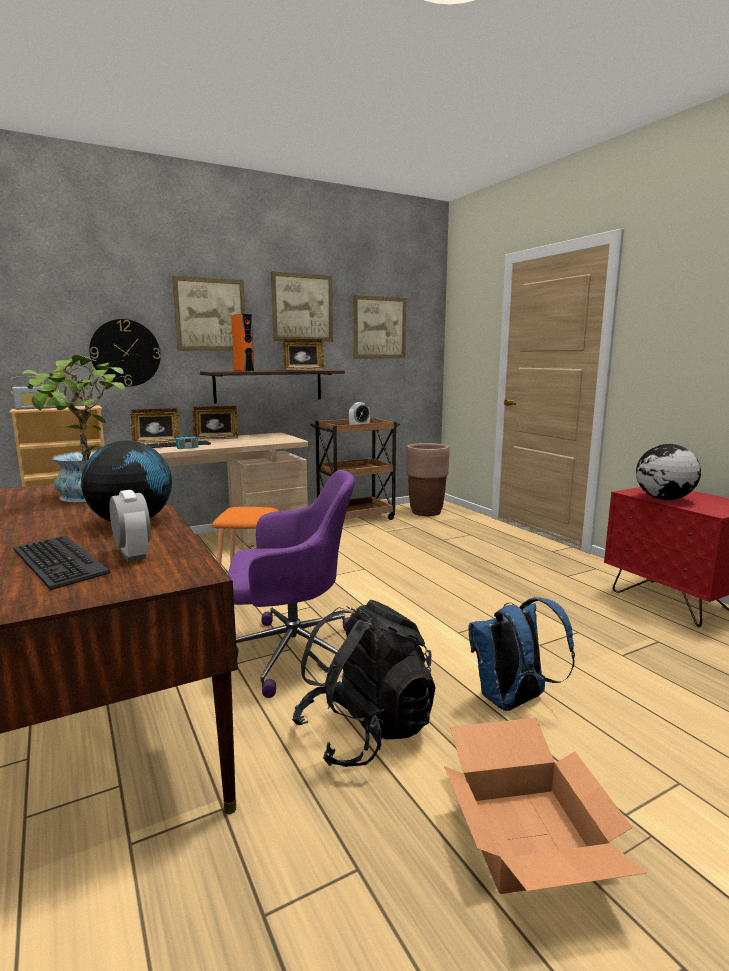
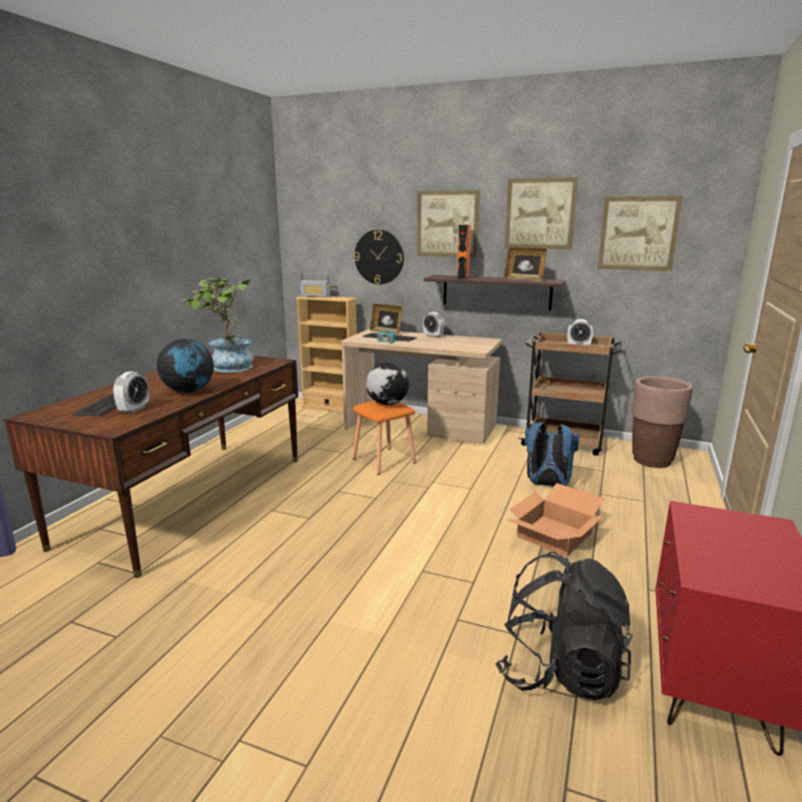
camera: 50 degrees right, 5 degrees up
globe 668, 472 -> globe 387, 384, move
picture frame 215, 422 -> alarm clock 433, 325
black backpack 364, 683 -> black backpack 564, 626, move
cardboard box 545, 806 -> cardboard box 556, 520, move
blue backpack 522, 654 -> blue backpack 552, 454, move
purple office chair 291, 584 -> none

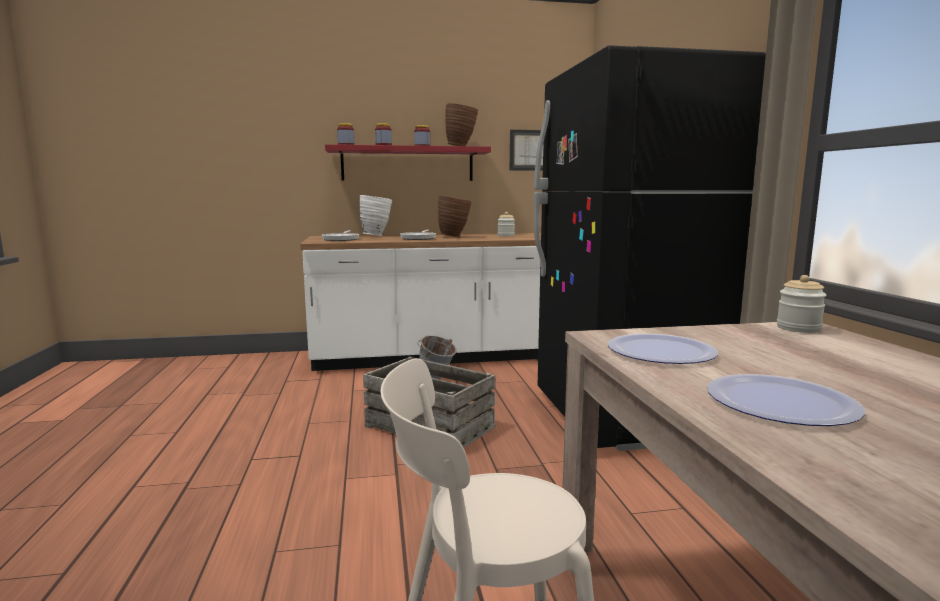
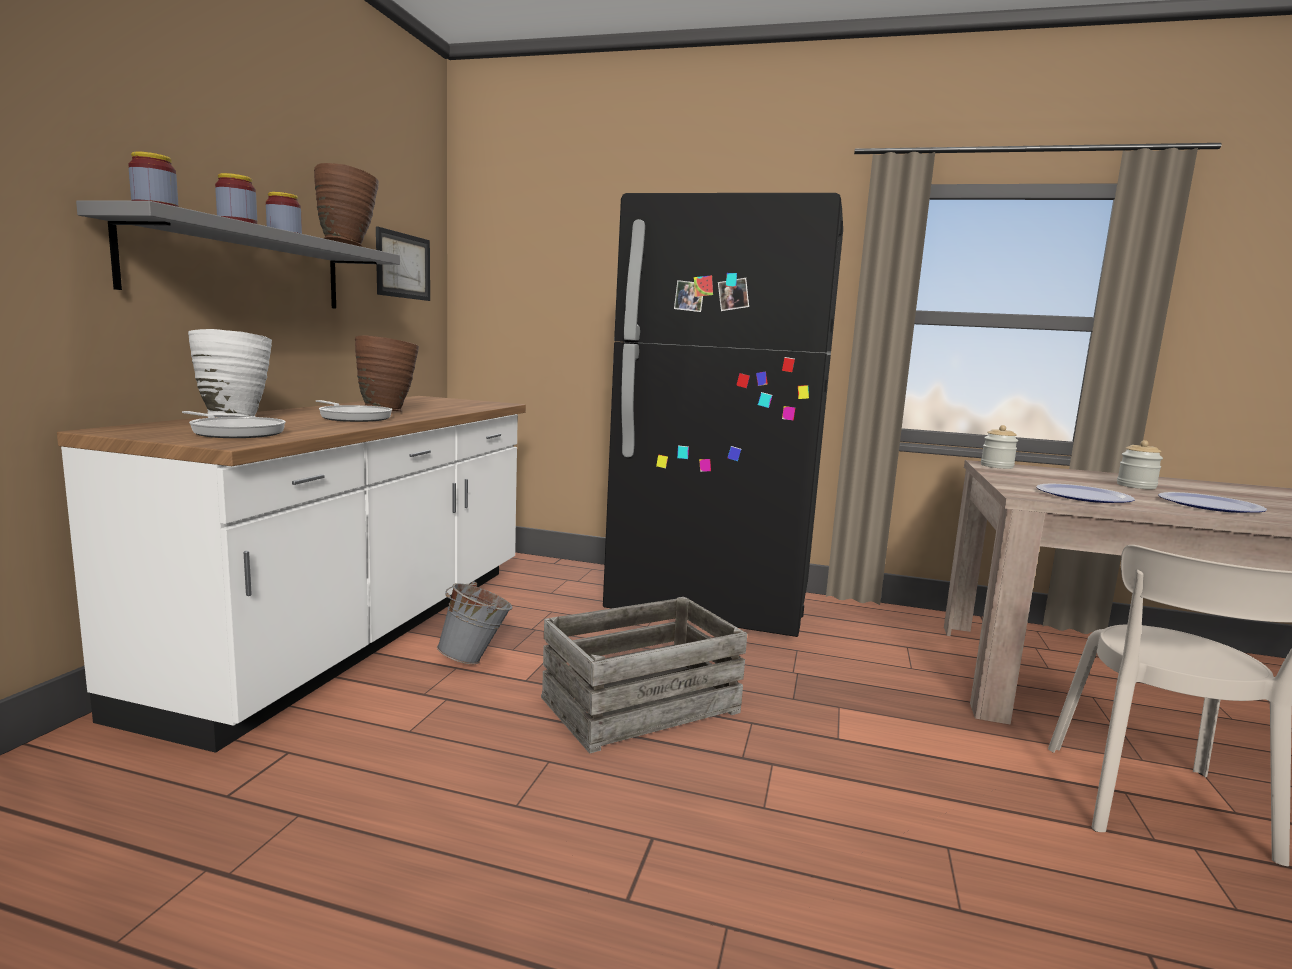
camera: 65 degrees left, 0 degrees up
red shelf 408, 162 -> grey shelf 238, 255
jar 506, 224 -> jar 1140, 464, move

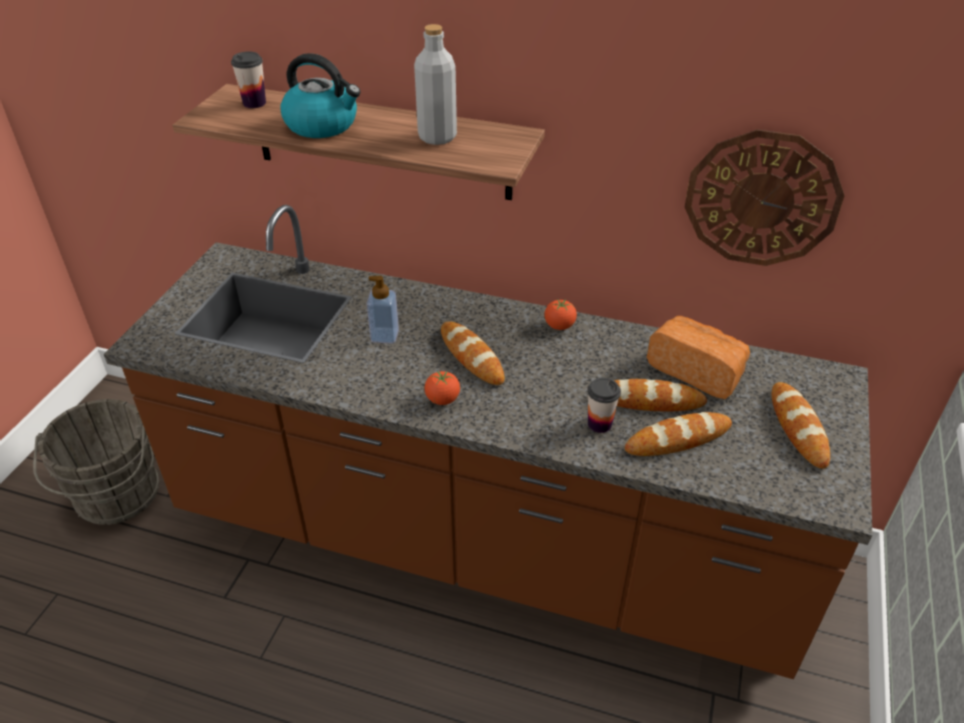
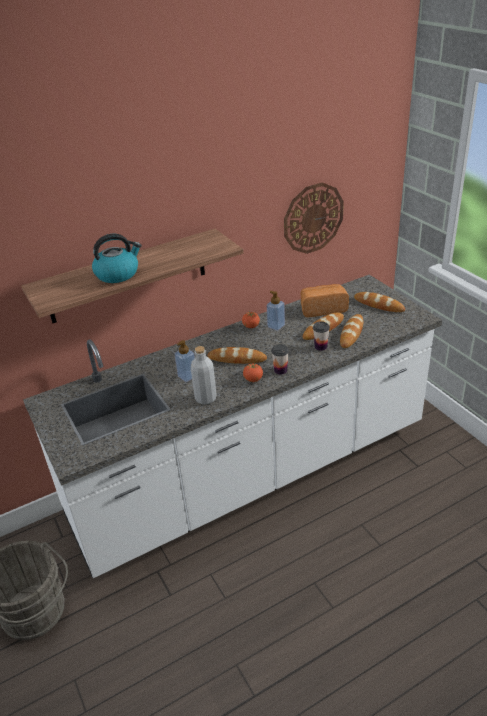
camera: 45 degrees left, 5 degrees down
brown counter 488, 442 -> white counter 232, 426
grey bottle 435, 84 -> grey bottle 203, 375, move
none -> soap dispenser 276, 310
cup 248, 80 -> cup 280, 359, move

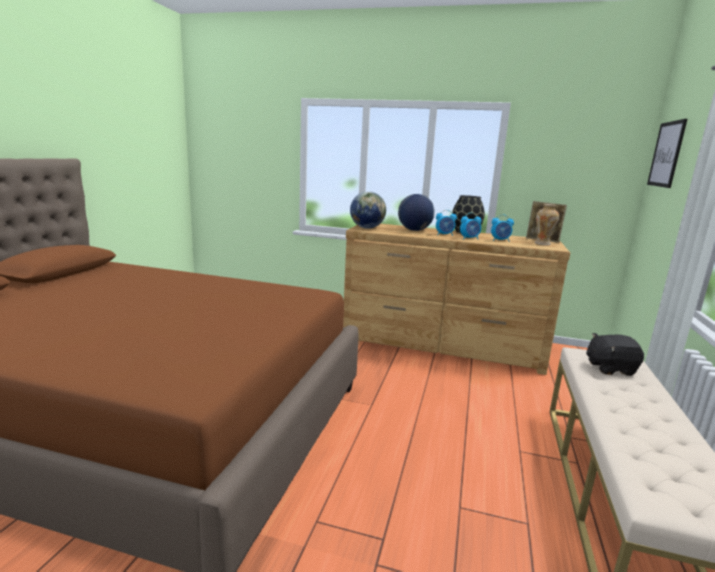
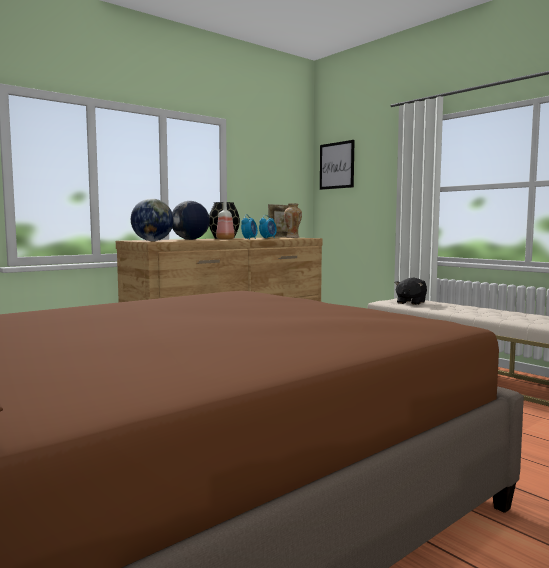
camera: 55 degrees left, 10 degrees down
alarm clock 446, 223 -> bottle 225, 221

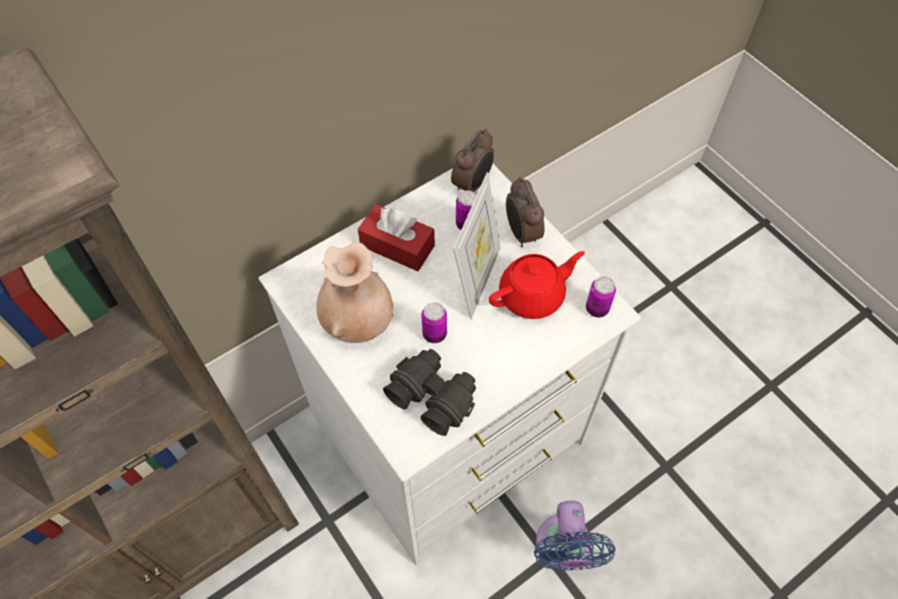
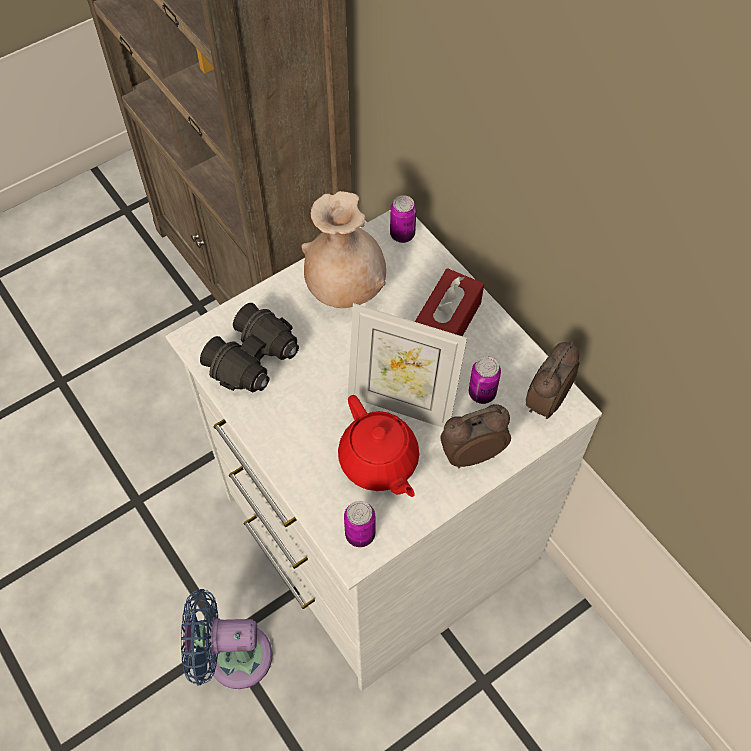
camera: 90 degrees right, 0 degrees up
can 434, 322 -> can 403, 219, move
alarm clock 472, 160 -> alarm clock 553, 380, 90 degrees clockwise

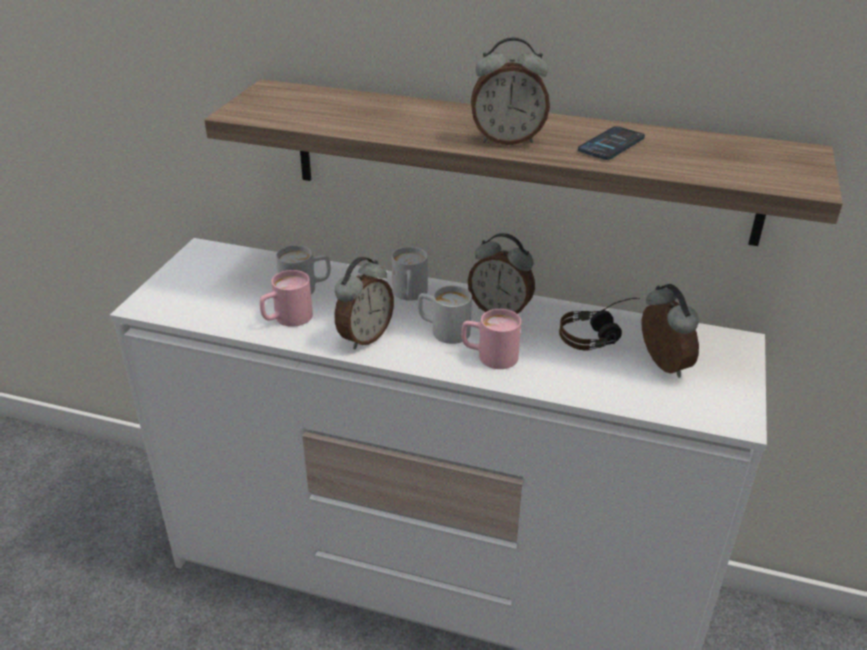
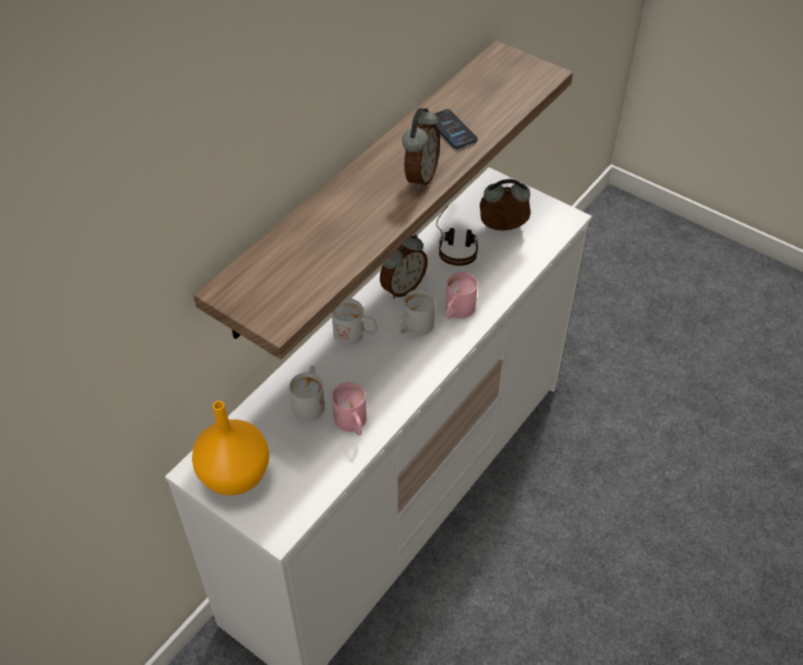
camera: 70 degrees left, 15 degrees up
none -> orange vase 230, 448
alarm clock 364, 303 -> none

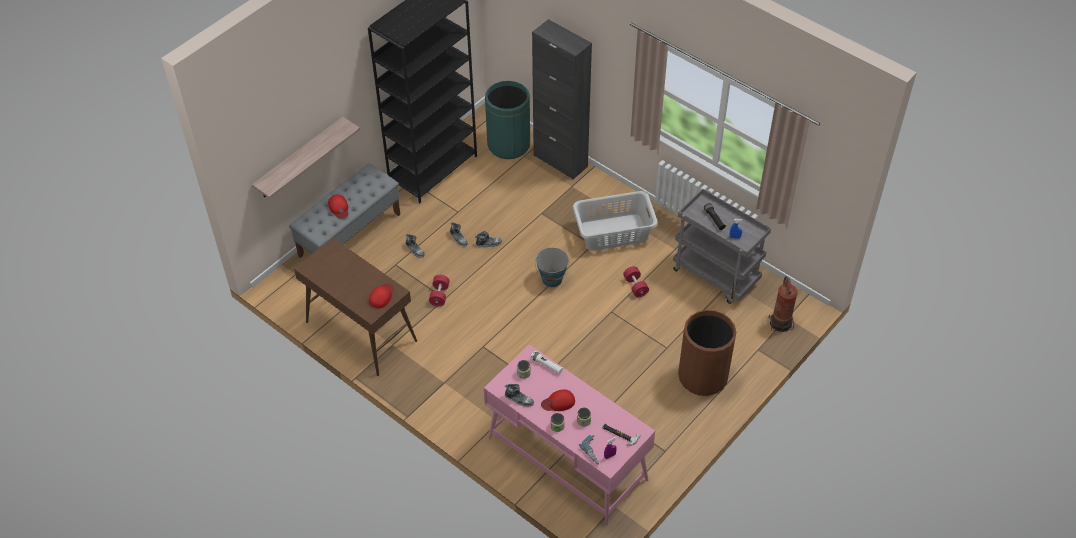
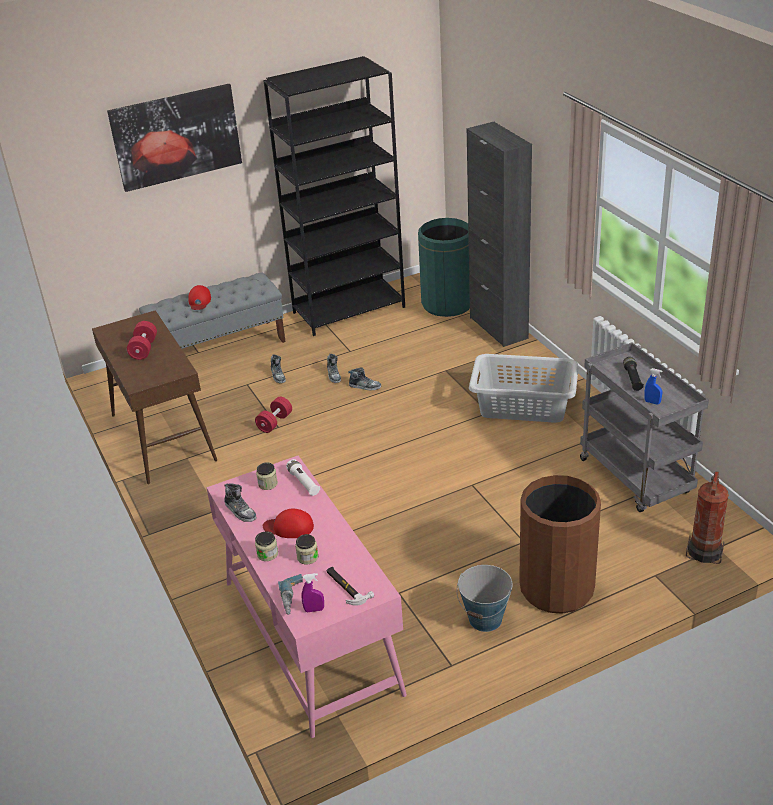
camera: 25 degrees right, 15 degrees down
none -> picture 174, 138
red dumbbell 636, 281 -> red dumbbell 142, 340, move
bucket 552, 267 -> bucket 485, 598, move
shelf 306, 158 -> none
red cap 381, 295 -> none

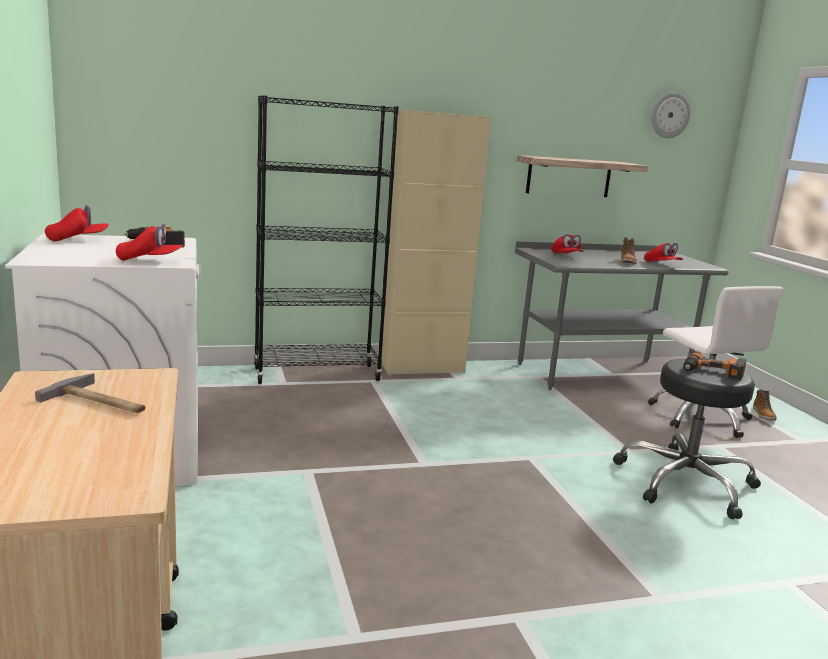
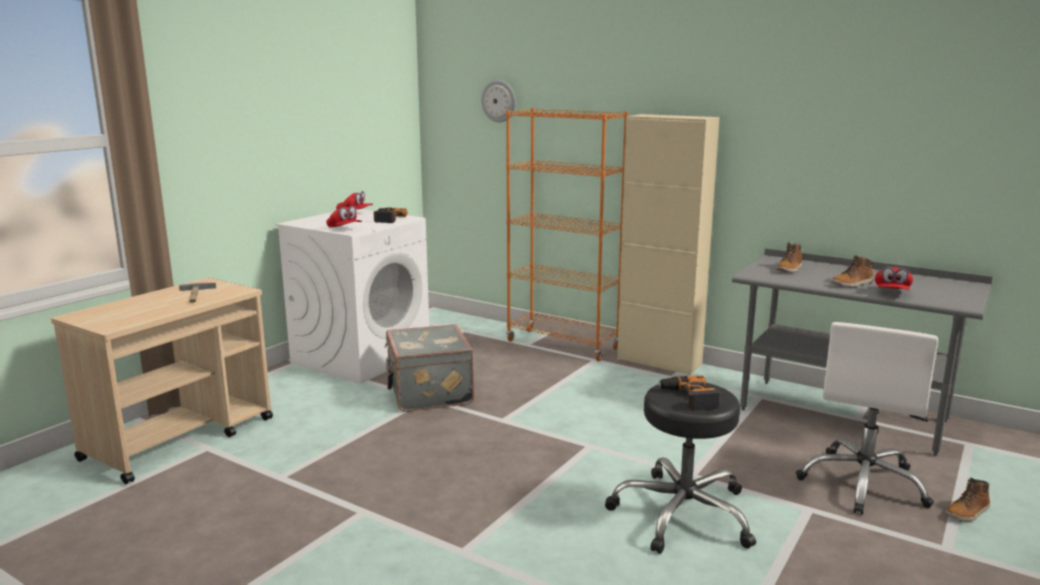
camera: 50 degrees right, 0 degrees up
none -> grey suitcase 429, 368
wall clock 670, 115 -> wall clock 498, 101, move
black bookcase 326, 239 -> orange bookcase 567, 234
red cap 567, 243 -> boot 789, 257
shelf 582, 176 -> none

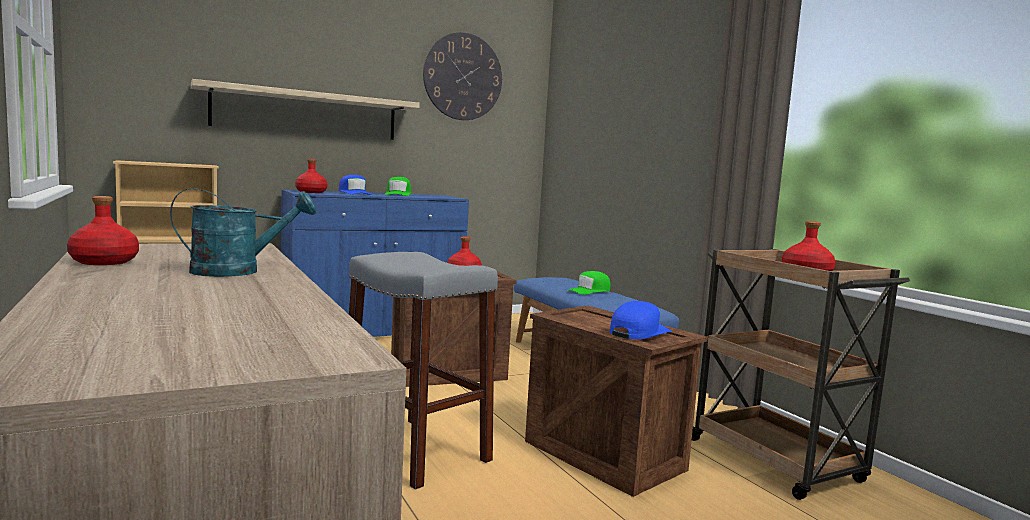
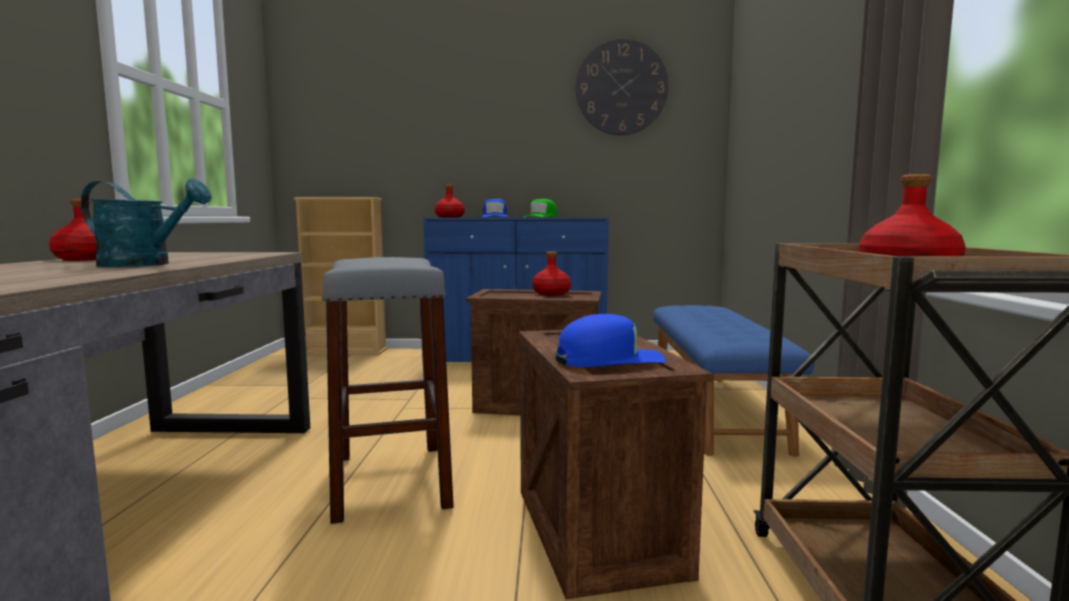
camera: 30 degrees right, 0 degrees up
shelf 305, 109 -> none
green cap 589, 283 -> none

